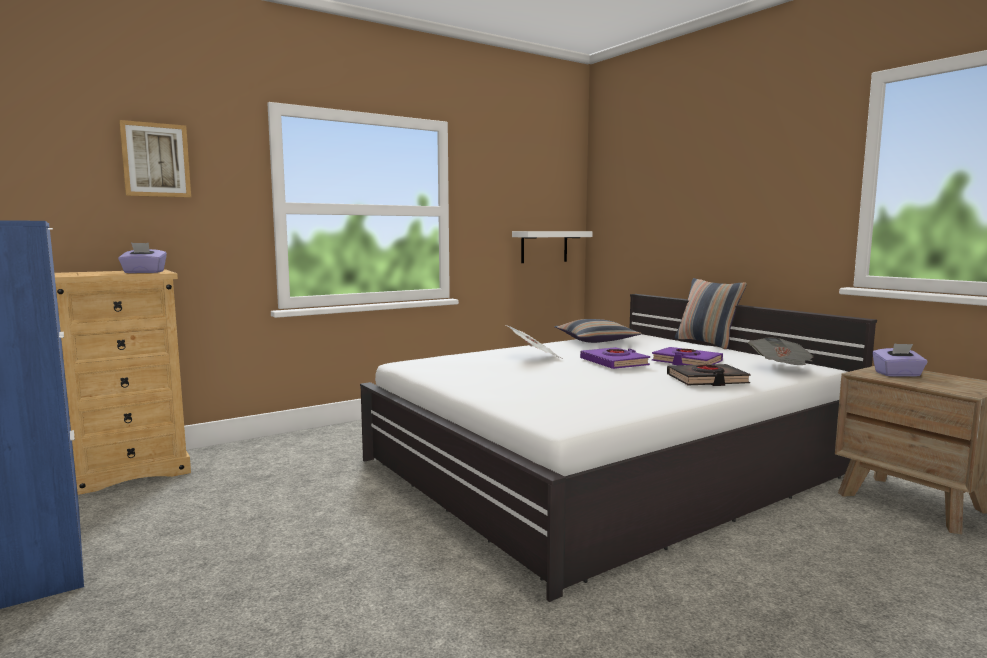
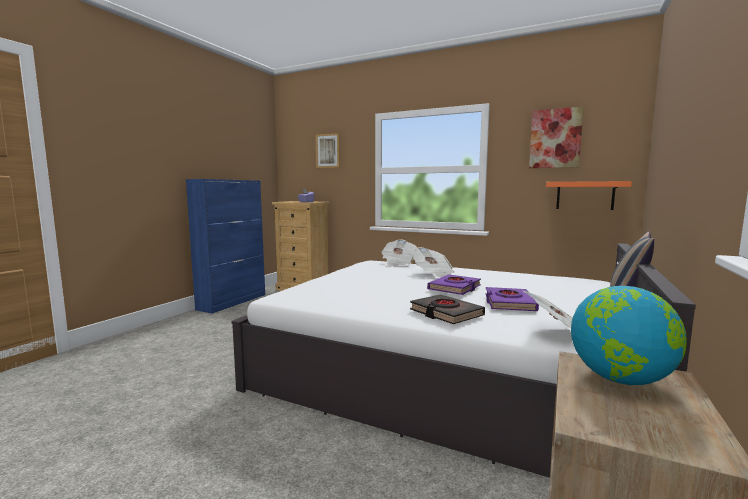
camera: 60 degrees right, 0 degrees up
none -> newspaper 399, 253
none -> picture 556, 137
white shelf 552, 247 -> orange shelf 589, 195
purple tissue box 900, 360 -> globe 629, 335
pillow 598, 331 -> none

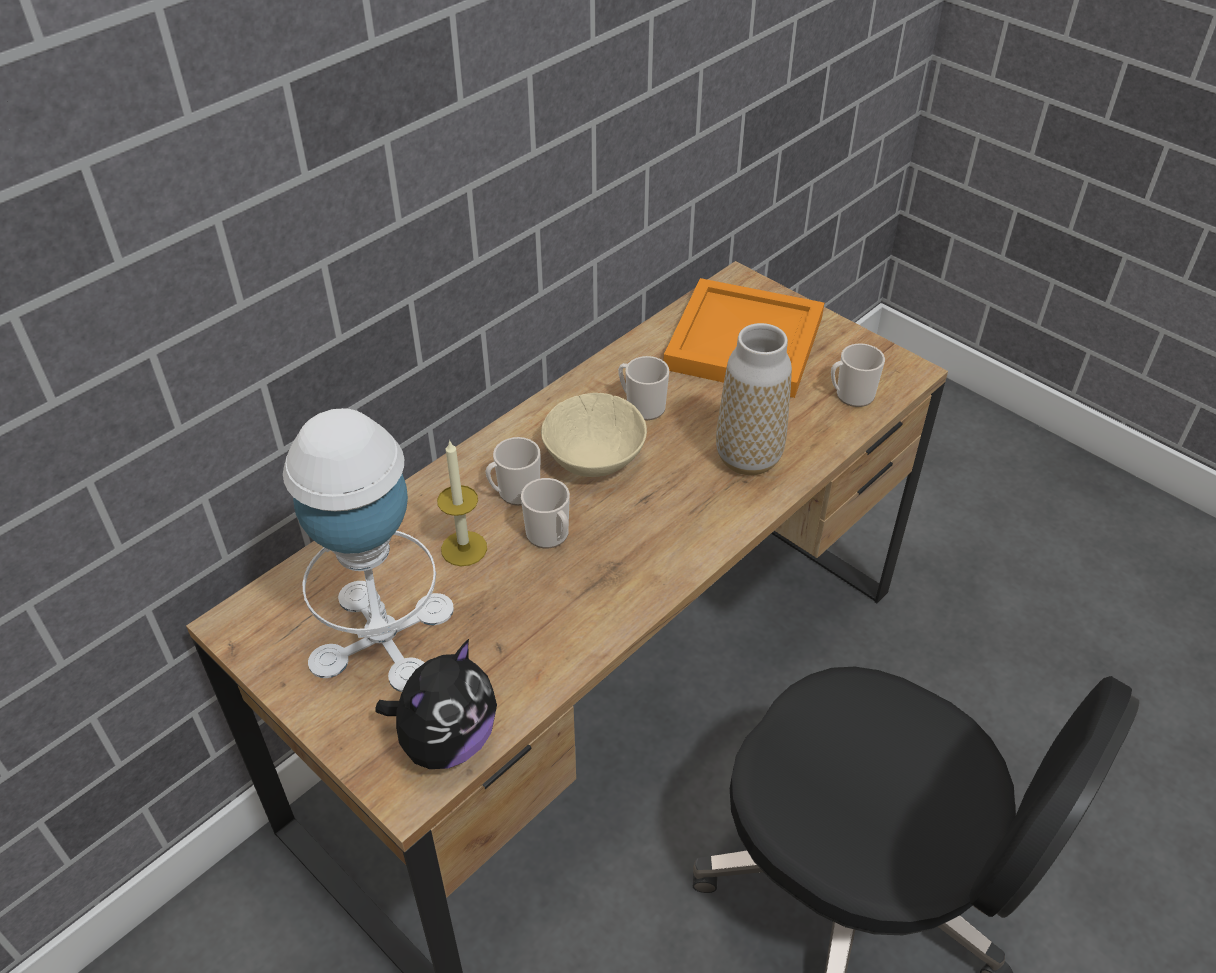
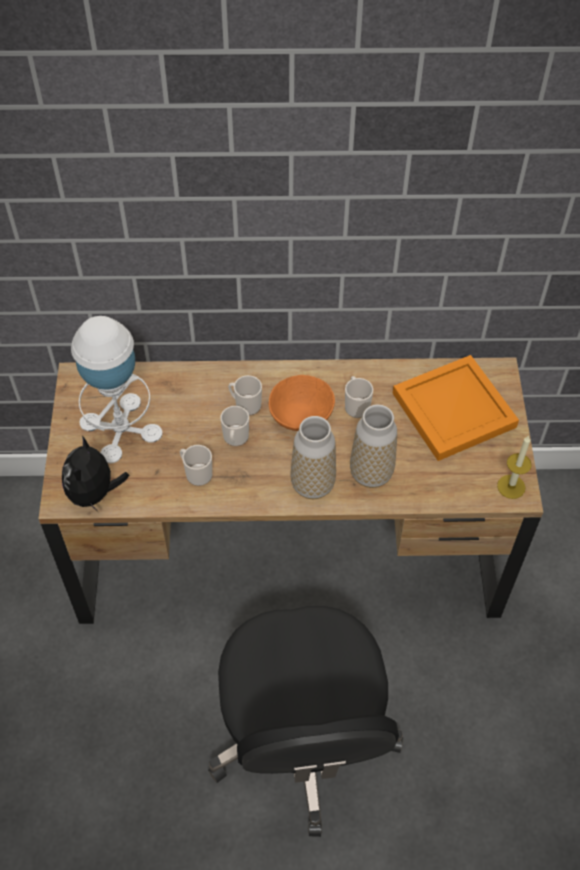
camera: 45 degrees right, 10 degrees up
plush toy 436, 704 -> plush toy 96, 474, 105 degrees clockwise
mug 858, 375 -> mug 196, 465, move
beige bowl 594, 435 -> orange bowl 302, 403
none -> vase 313, 457
candle 462, 502 -> candle 514, 467, move

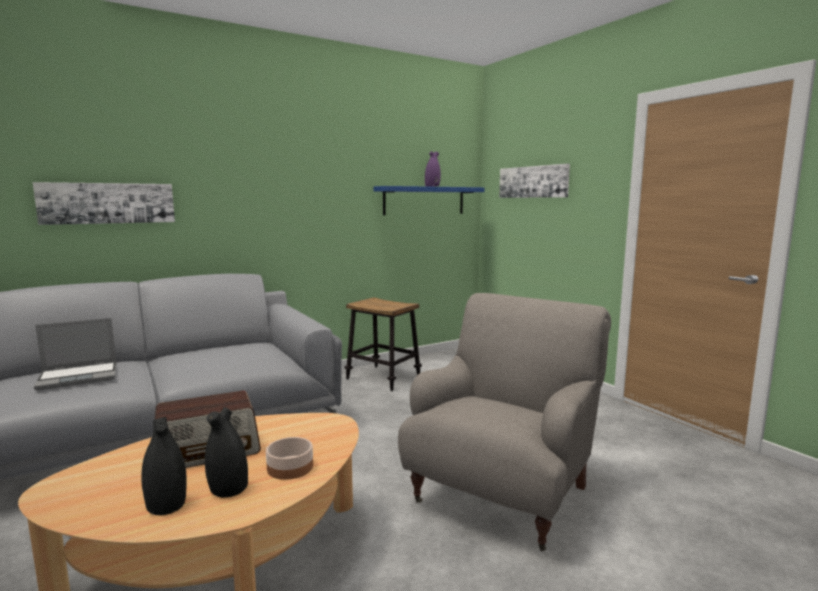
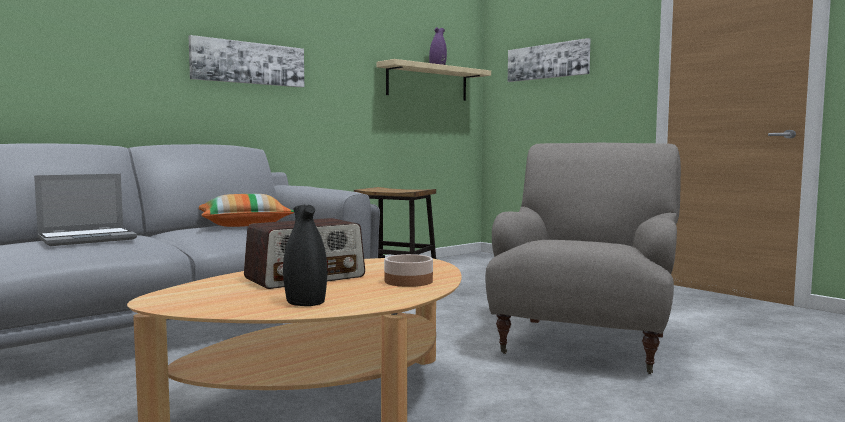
camera: 10 degrees left, 5 degrees down
picture 104, 203 -> picture 246, 61, move
none -> pillow 246, 210
blue shelf 428, 200 -> beige shelf 434, 80
black vase 226, 452 -> none

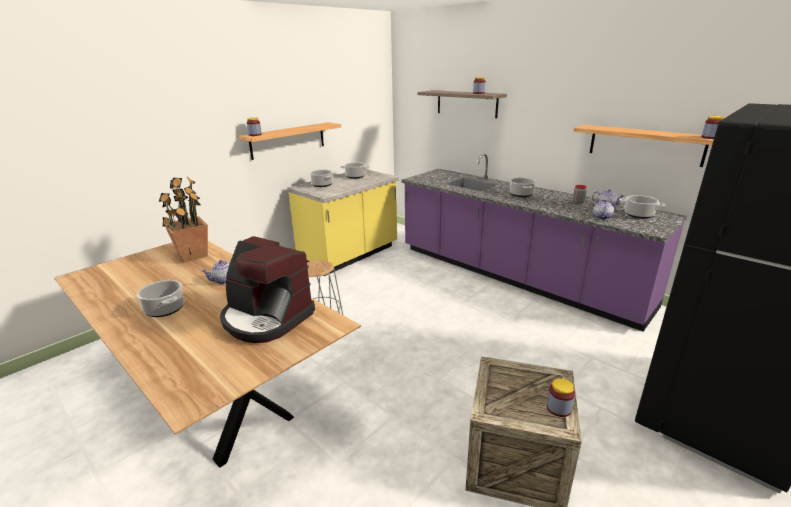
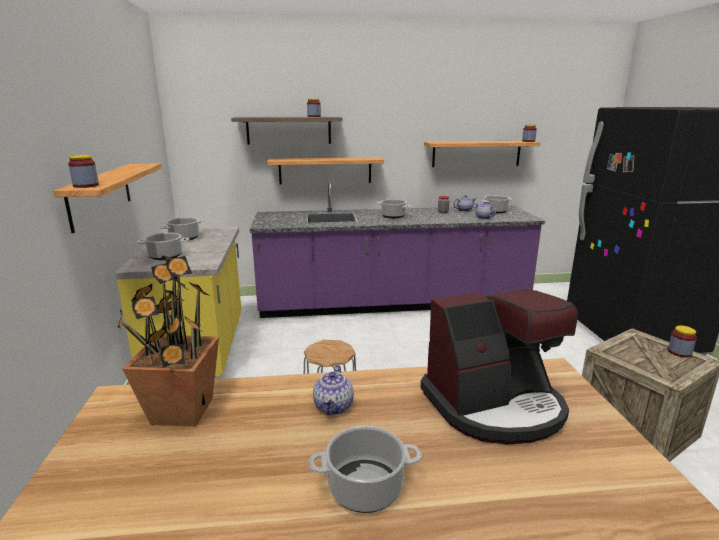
camera: 50 degrees left, 5 degrees down
none -> shelf 325, 170

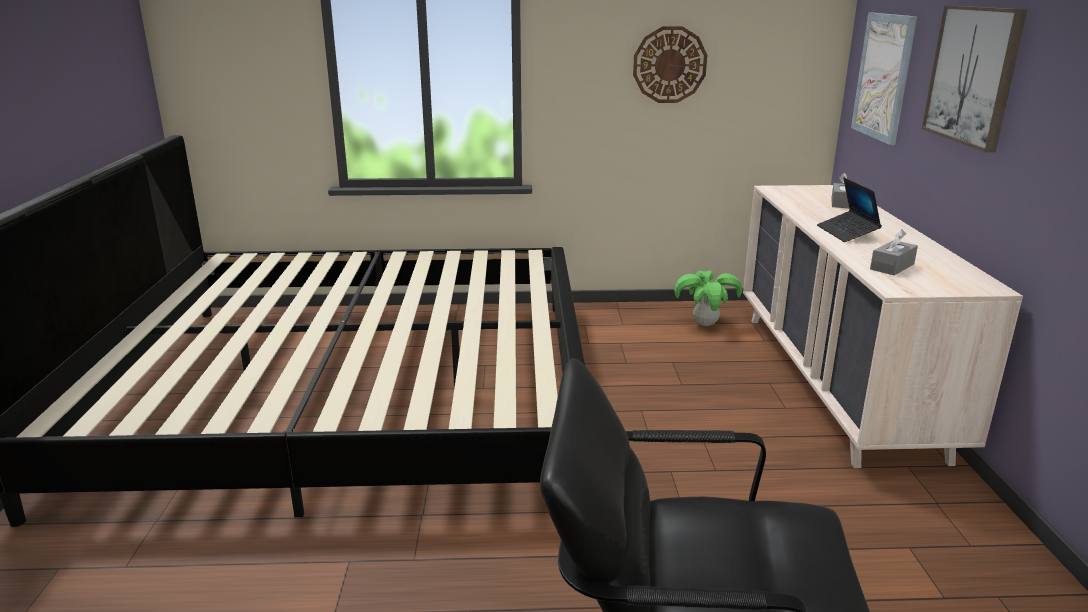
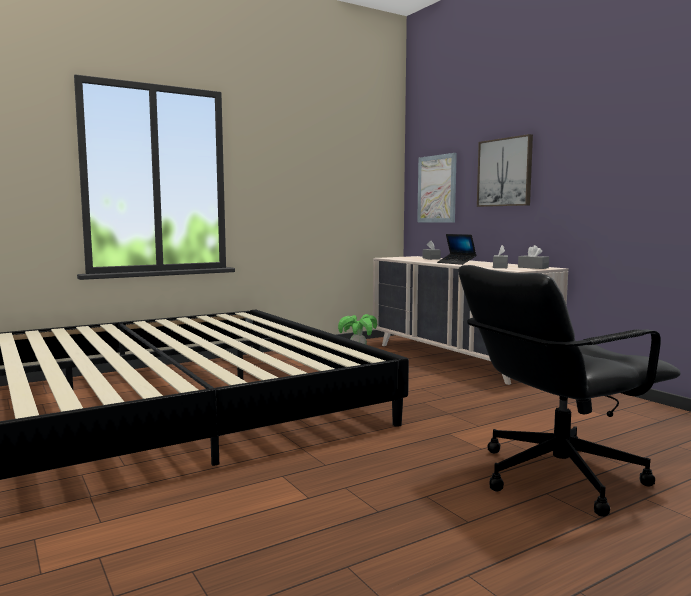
camera: 30 degrees left, 15 degrees down
none -> grey tissue box 533, 257
wall clock 670, 64 -> none

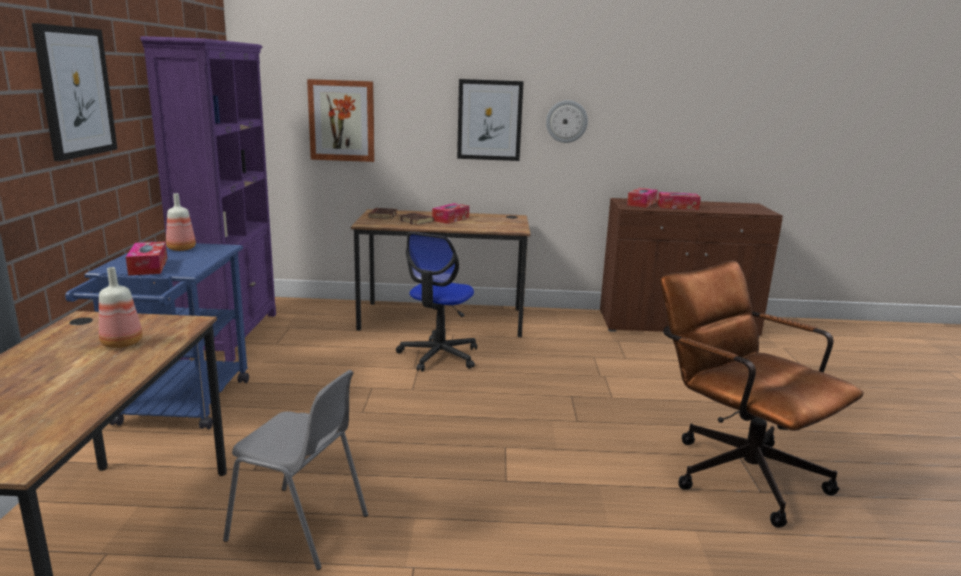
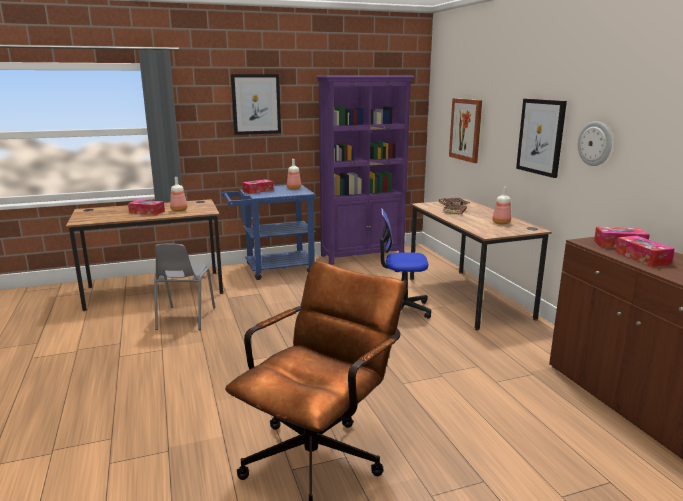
camera: 70 degrees right, 0 degrees up
tissue box 450, 213 -> tissue box 146, 207, move
none -> bottle 501, 206

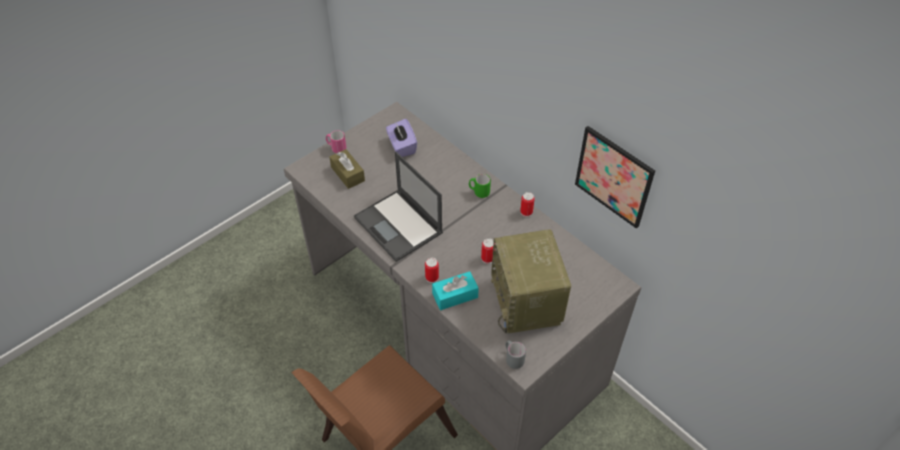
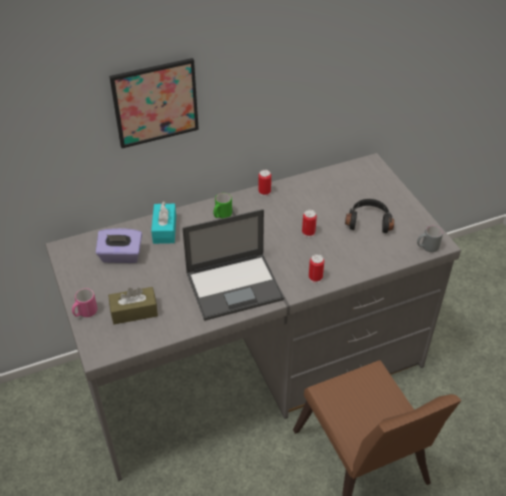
camera: 70 degrees left, 5 degrees down
picture 615, 177 -> picture 154, 103, move
turquoise tissue box 455, 290 -> turquoise tissue box 163, 222, move
radio 531, 281 -> black headphones 369, 216

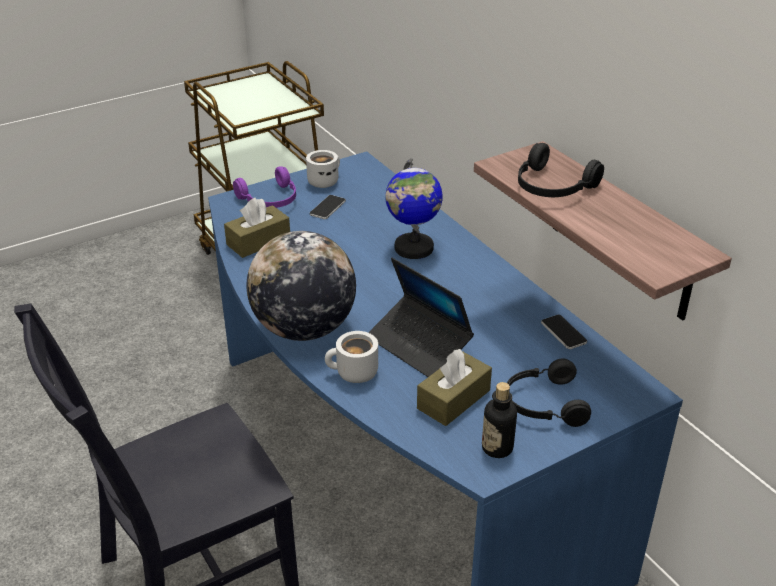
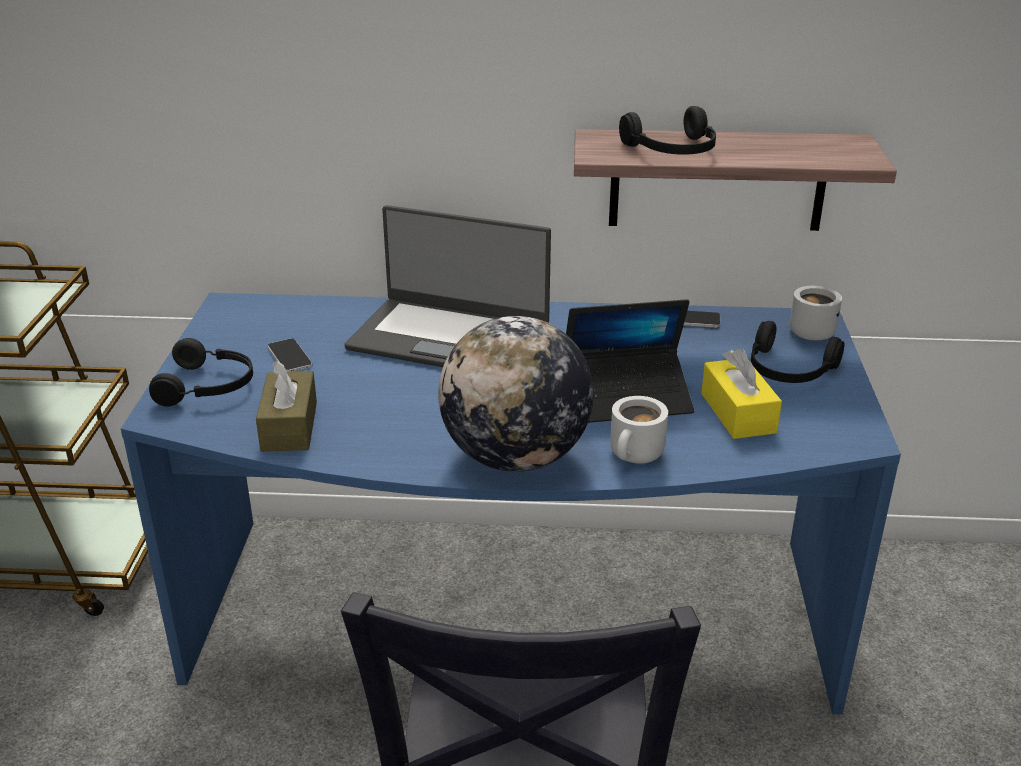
camera: 55 degrees left, 5 degrees down
purple headphones 264, 187 -> black headphones 201, 372
globe 413, 208 -> laptop 448, 286
brown tissue box 454, 387 -> yellow tissue box 741, 393
white mug 323, 169 -> white mug 816, 313, move
bottle 499, 420 -> none

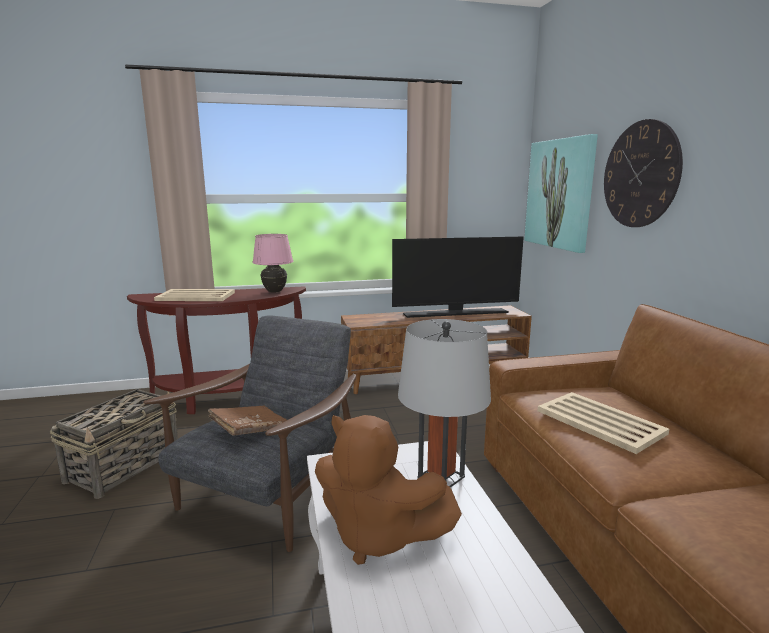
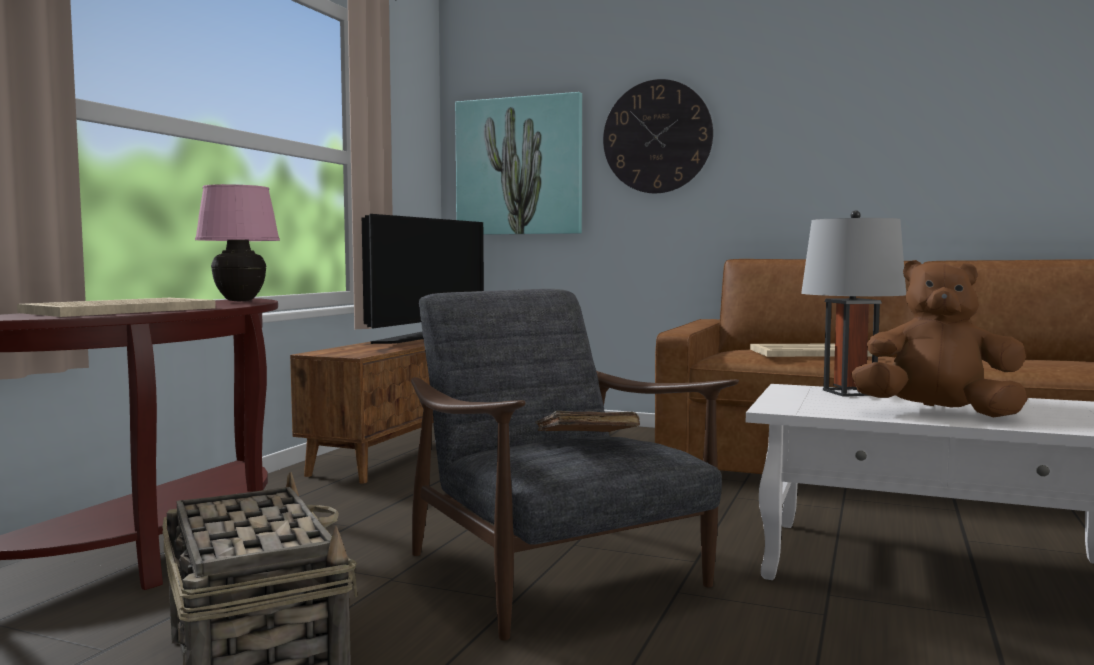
camera: 55 degrees left, 10 degrees down
brown plush toy 388, 490 -> brown plush toy 939, 339, 135 degrees counterclockwise

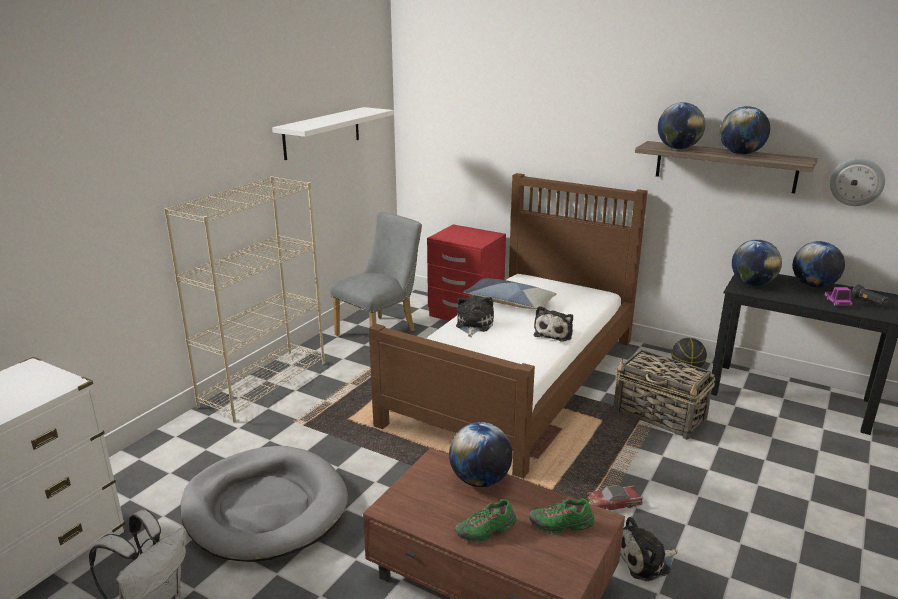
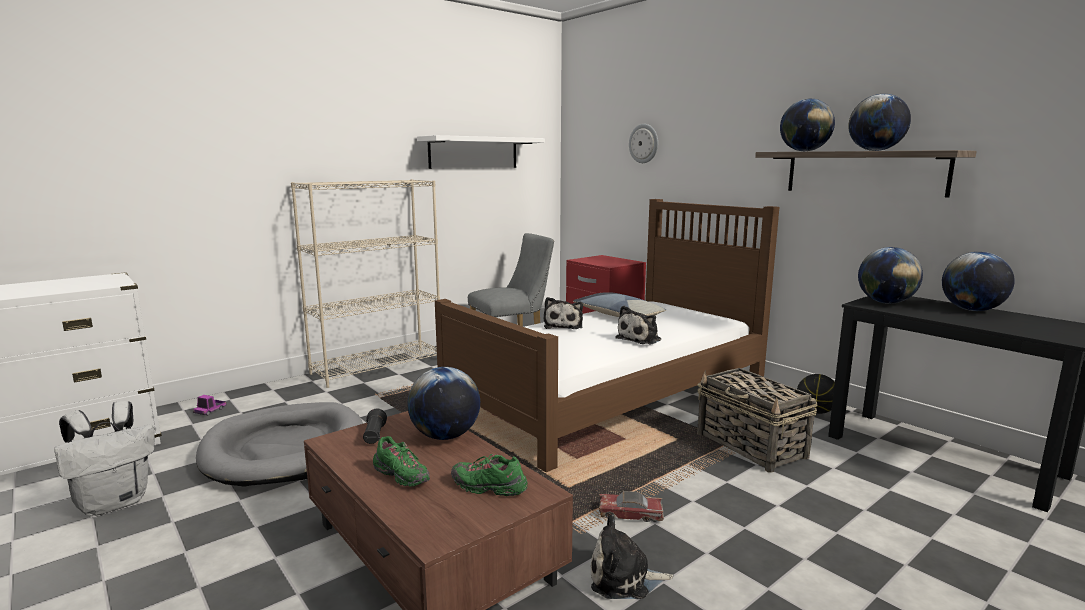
camera: 20 degrees right, 10 degrees down
toy truck 838, 296 -> toy truck 210, 405, move
black flashlight 870, 296 -> black flashlight 375, 426, move
green shoe 485, 521 -> green shoe 401, 461, 135 degrees counterclockwise
plush toy 475, 316 -> plush toy 563, 313, 150 degrees clockwise
wall clock 857, 182 -> wall clock 643, 143, move

